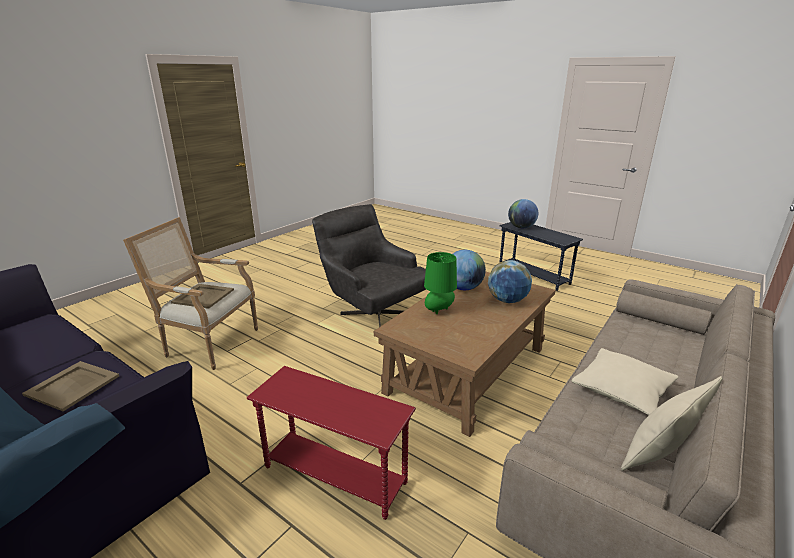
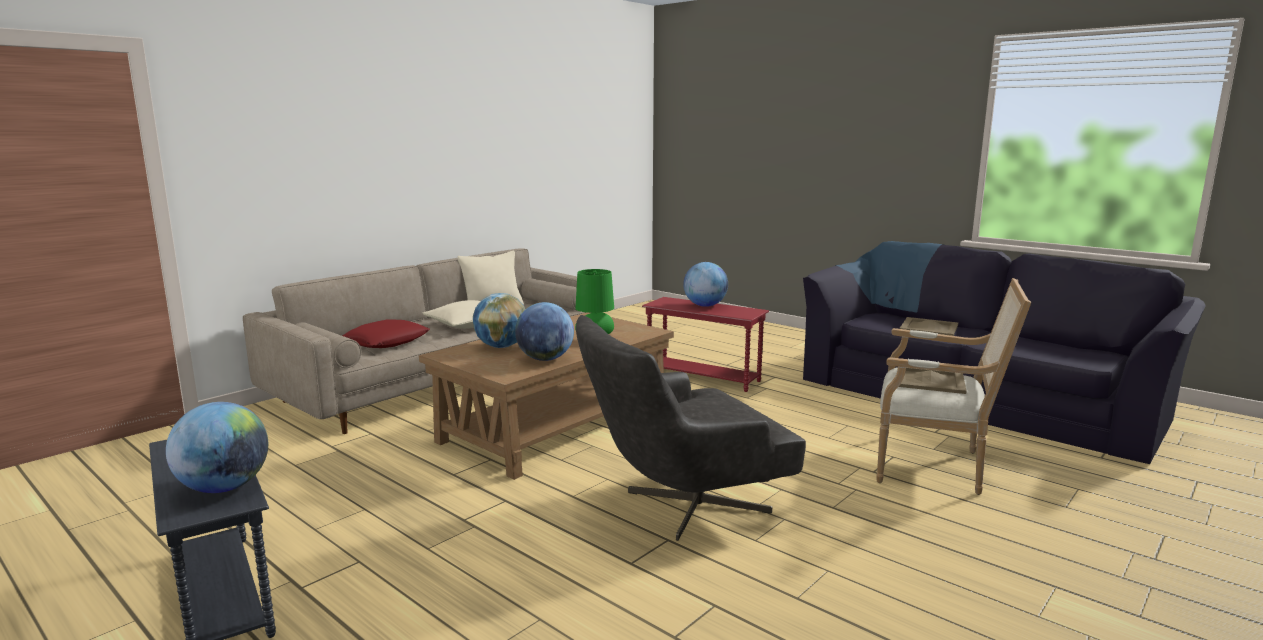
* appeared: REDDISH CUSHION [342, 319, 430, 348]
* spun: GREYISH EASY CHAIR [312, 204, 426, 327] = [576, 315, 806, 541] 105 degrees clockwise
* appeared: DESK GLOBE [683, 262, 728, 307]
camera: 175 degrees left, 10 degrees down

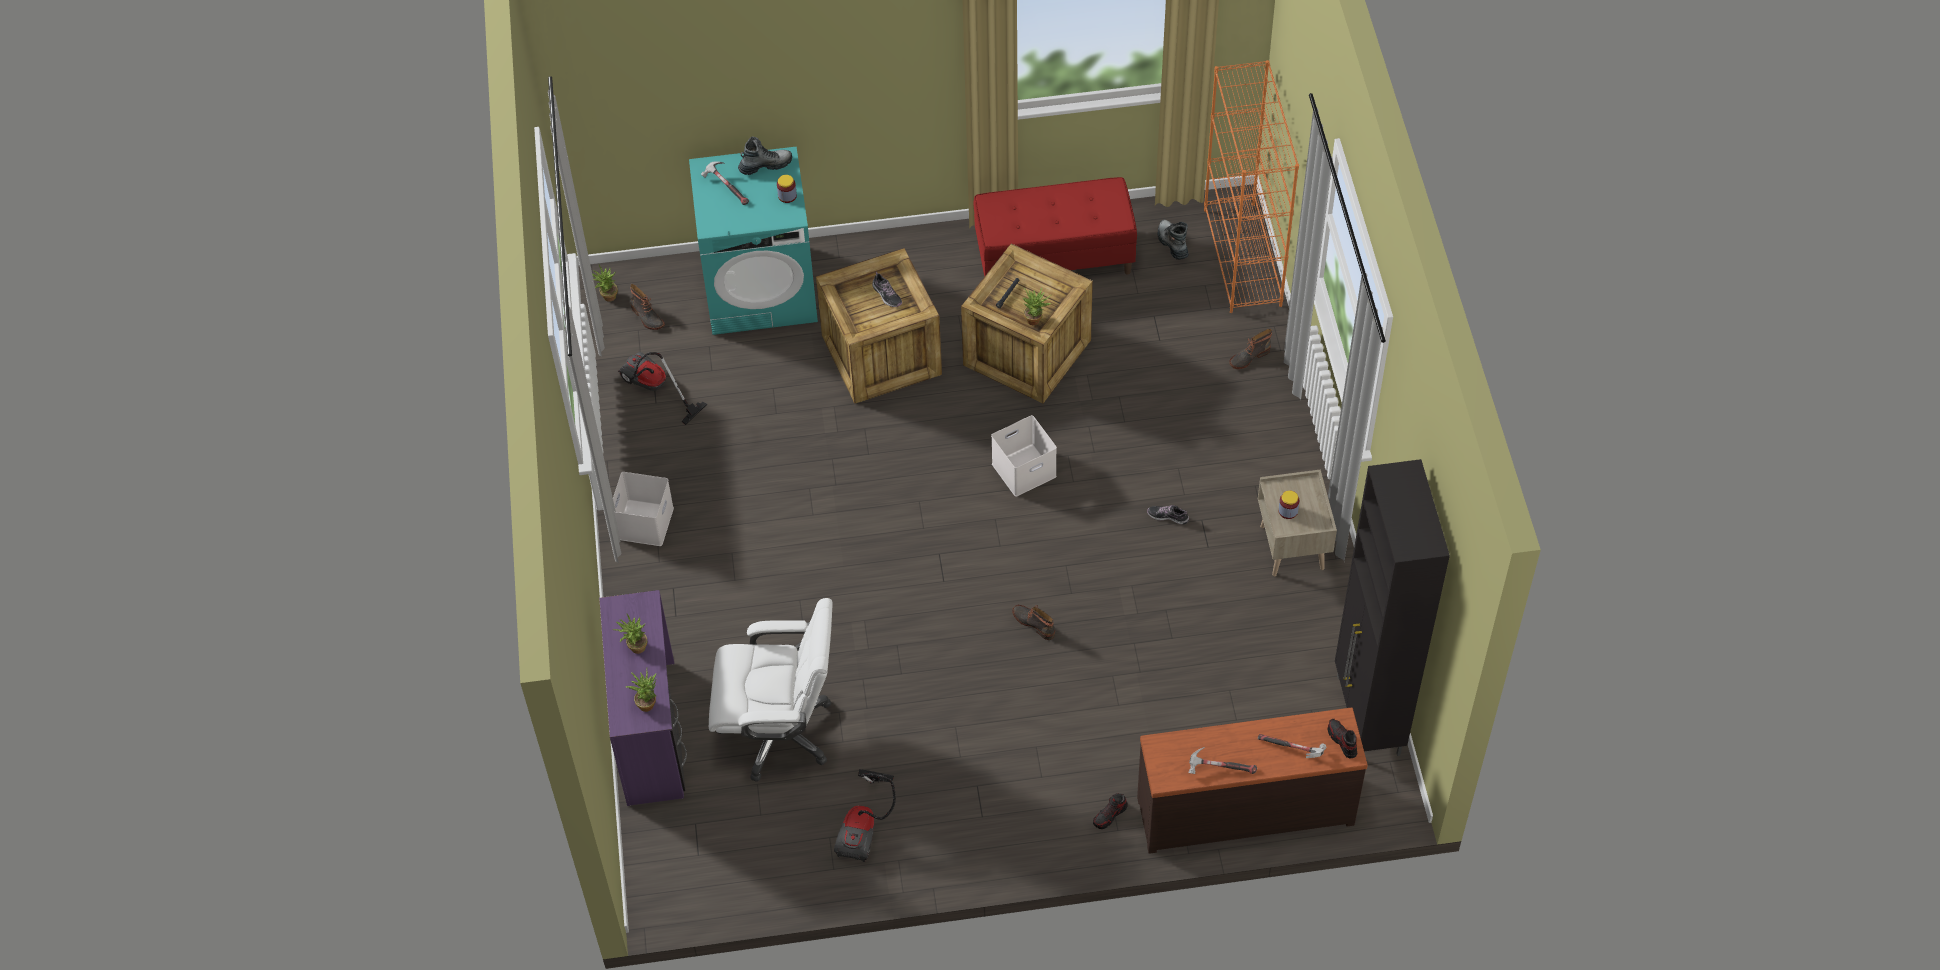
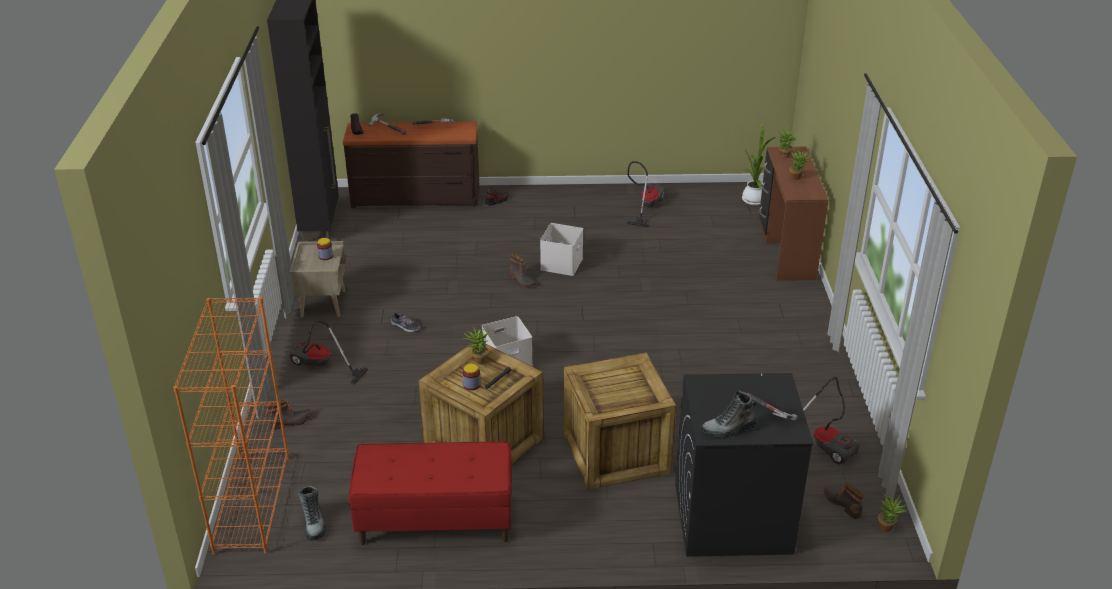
* appeared: HOOVER [289, 320, 368, 385]
* relocated: PRESERVE JAR [777, 175, 797, 203] to [463, 363, 481, 390]
* relocated: WHITE-COLOURED STORAGE BOX [613, 472, 674, 546] to [540, 223, 583, 276]
* colour: TURQUOISE-COLOURED WASHING MACHINE [689, 146, 818, 335] to BLACKISH WASHING MACHINE [675, 373, 813, 557]
* appeared: HOUSEPLANT [742, 122, 776, 205]
* colour: PURPLISH DESK UNIT [599, 590, 687, 806] to BROWNISH DESK UNIT [759, 147, 829, 281]
* missing: WHITE-COLOURED DESK CHAIR [709, 598, 833, 782]
* missing: SHOE [872, 272, 902, 307]
camera: 175 degrees left, 20 degrees down

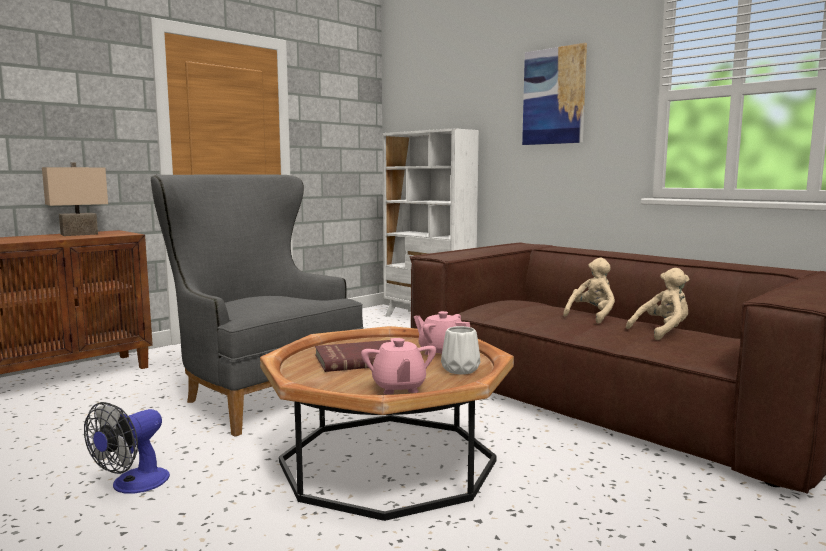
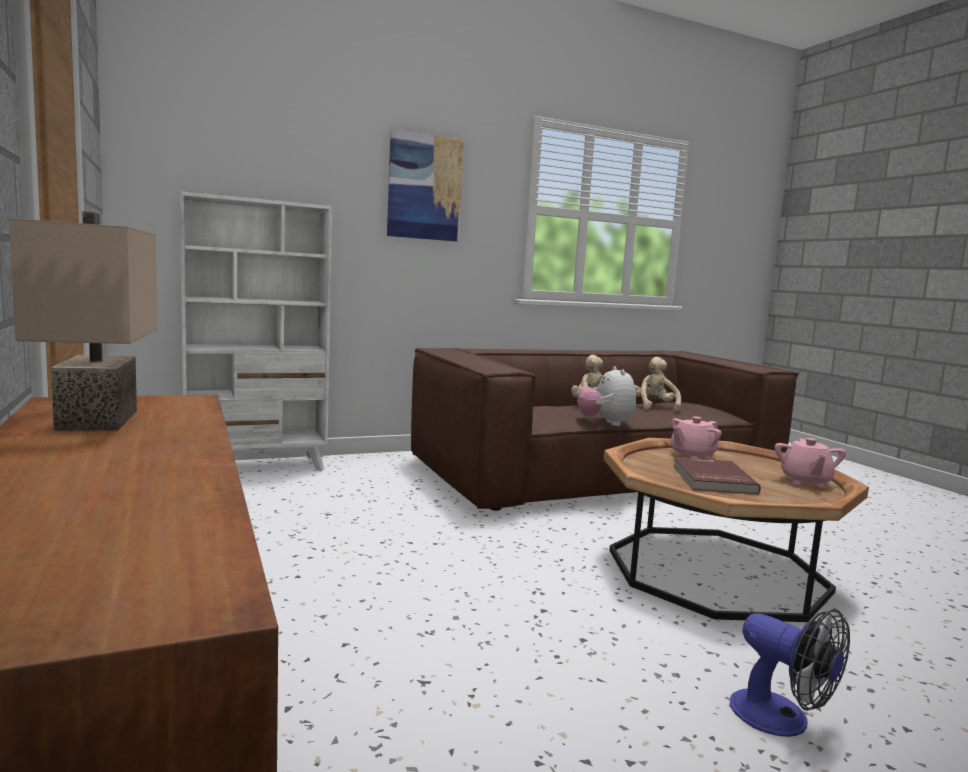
* appeared: SOFT TOY [577, 366, 636, 426]
* spun: PINK-COLOURED POT FOR TEA [361, 338, 436, 395] = [775, 438, 846, 488] 90 degrees clockwise
* missing: GREYISH EASY CHAIR [151, 175, 364, 437]
* missing: WHITE-COLOURED DECORATIVE VASE [441, 326, 480, 375]
camera: 70 degrees left, 0 degrees up

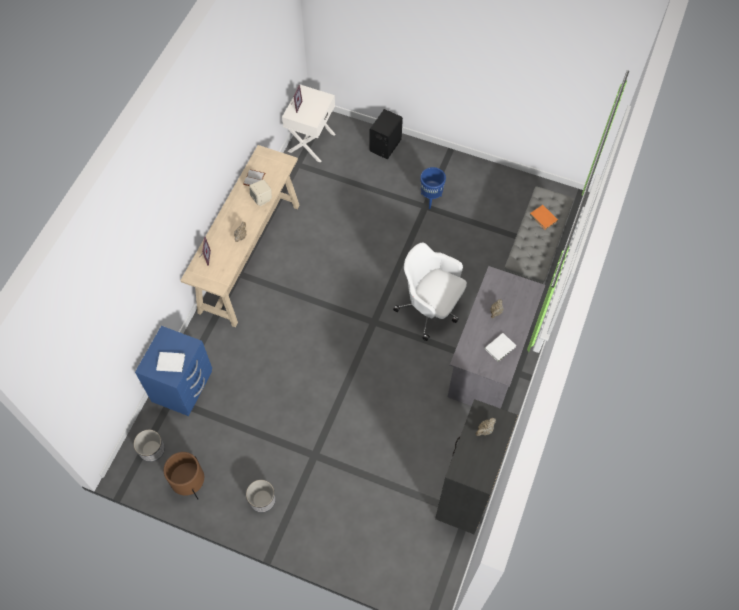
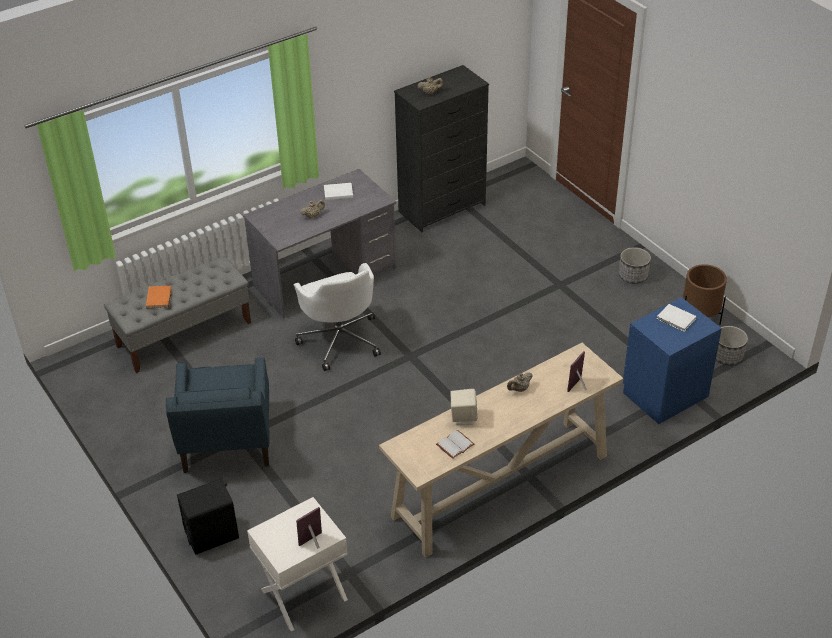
* exchanged: BLUISH PLANTER [420, 167, 446, 209] to BLUISH EASY CHAIR [166, 357, 270, 473]
camera: 145 degrees left, 20 degrees down

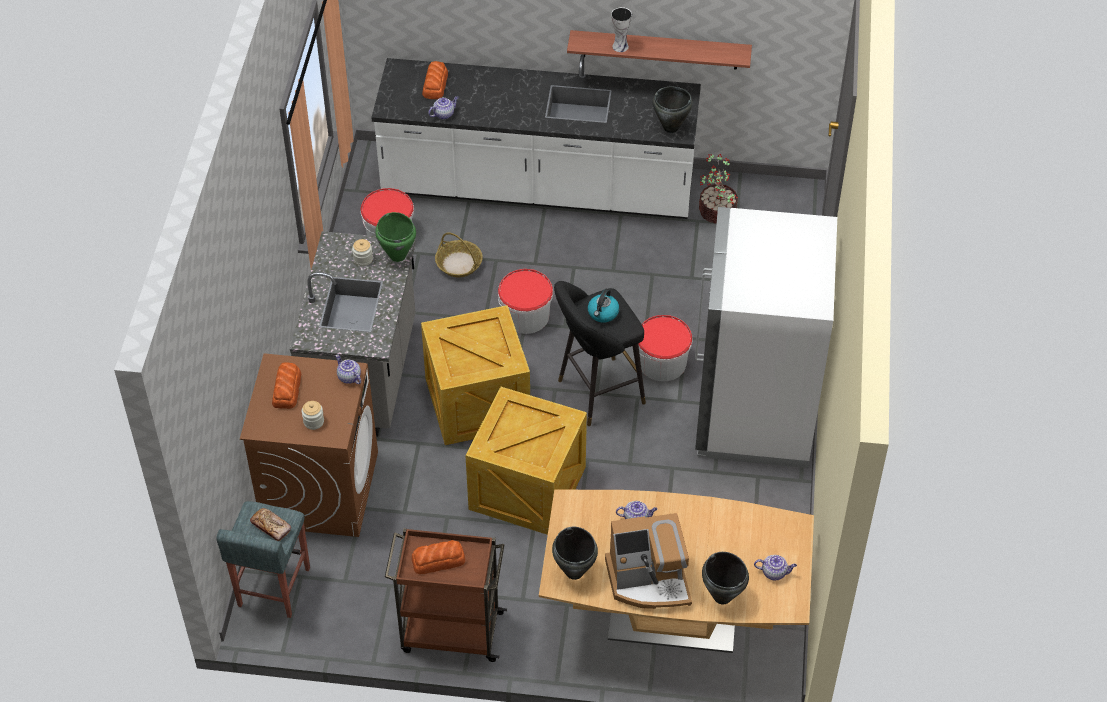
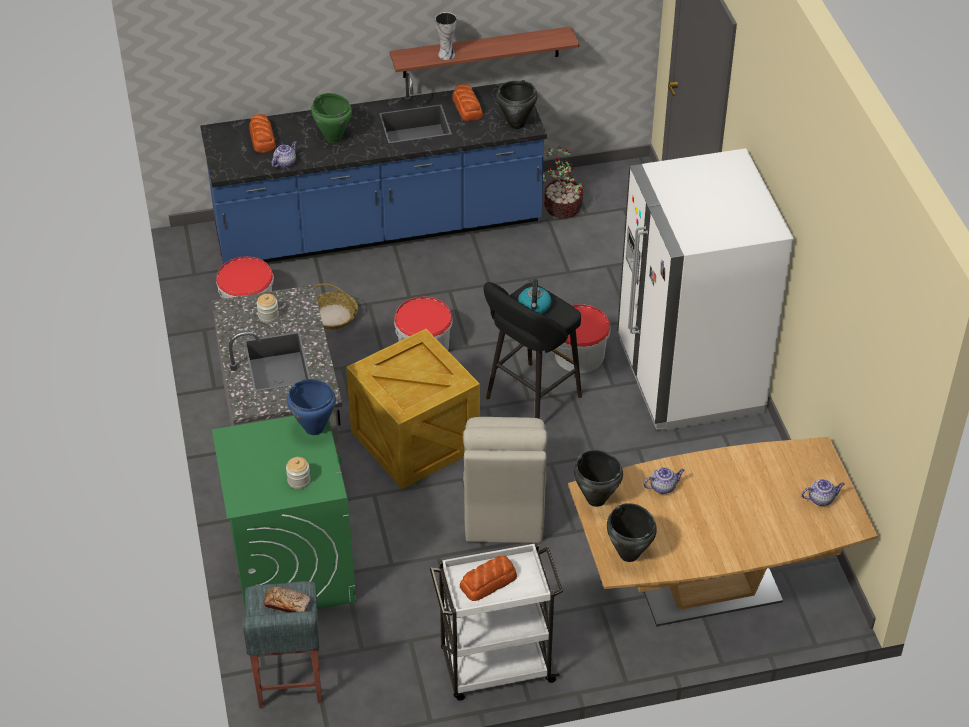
* colour: WHITE-COLOURED COUNTER [371, 54, 701, 219] to BLUISH COUNTER [200, 73, 547, 264]
* colour: BROWNISH WASHING MACHINE [240, 353, 378, 537] to GREENISH WASHING MACHINE [212, 416, 356, 609]
* exchanged: POT FOR TEA [335, 354, 361, 384] to BLUISH STOCKPOT [287, 379, 336, 435]
* relocated: GREENISH STOCKPOT [375, 212, 416, 262] to [311, 93, 352, 143]
* colour: BROWNISH TROLLEY [385, 528, 507, 662] to WHITE-COLOURED TROLLEY [430, 543, 563, 701]
* relocated: BAKERY BREAD [272, 362, 301, 409] to [452, 84, 483, 121]
* exchanged: CRATE [465, 387, 587, 535] to BEIGE UPRIGHT CHAIR [463, 417, 547, 543]
* relocated: BLACKISH STOCKPOT [702, 552, 749, 604] to [574, 450, 623, 507]
* missing: COFFEE MAKER [605, 513, 692, 609]
camera: 20 degrees left, 5 degrees down

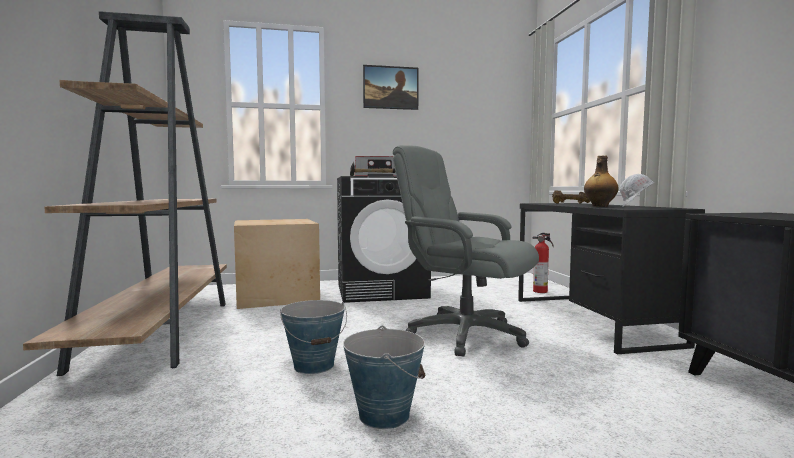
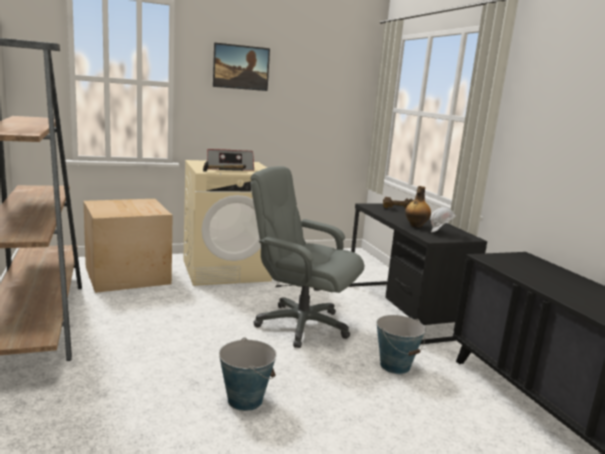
* colour: BLACKISH WASHING MACHINE [337, 176, 431, 303] to BEIGE WASHING MACHINE [183, 160, 272, 286]
* relocated: BUCKET [280, 300, 347, 374] to [376, 315, 426, 374]
* missing: EXTINGUISHER [533, 233, 554, 293]
camera: 10 degrees left, 10 degrees up

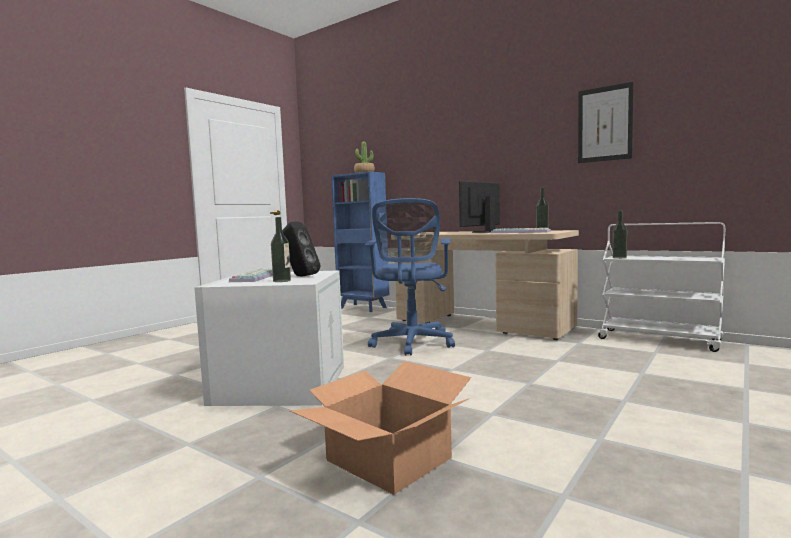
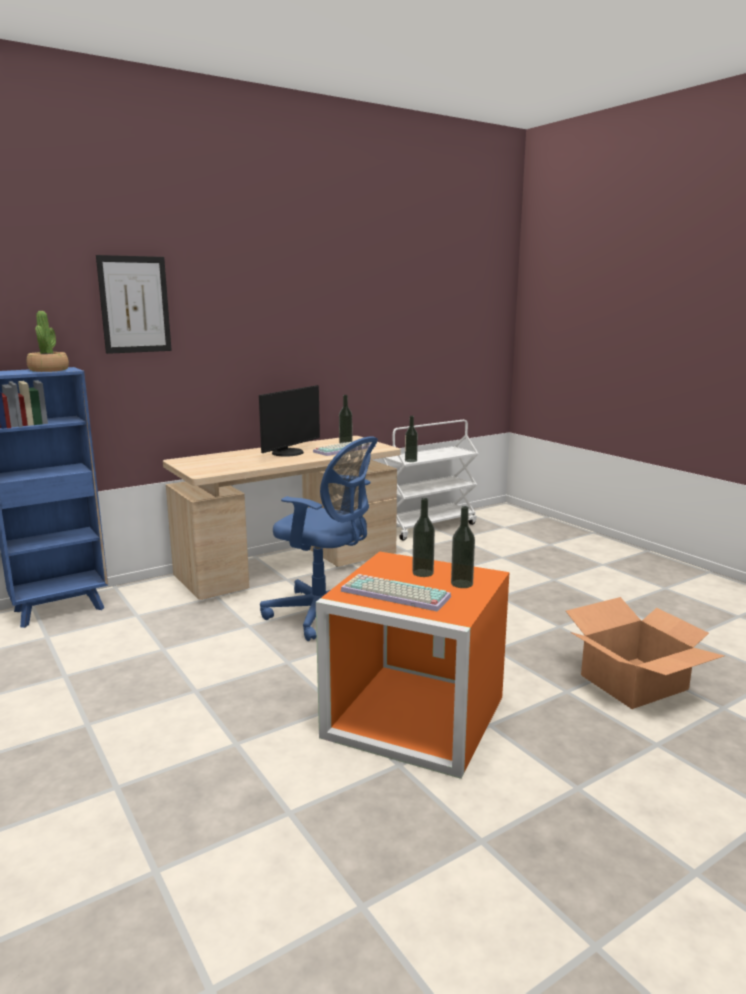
* relocated: PICTURE [578, 82, 634, 163] to [96, 255, 172, 354]
* spun: COMPUTER DISPLAY [459, 181, 500, 233] = [259, 385, 320, 457] 120 degrees counterclockwise
* colour: WHITE-COLOURED STORAGE BOX [194, 270, 344, 406] to ORANGEY STORAGE BOX [316, 551, 510, 779]
* exchanged: BLACKISH SPEAKER [282, 222, 320, 277] to DRINK BOTTLE [412, 498, 435, 577]
camera: 70 degrees left, 10 degrees up

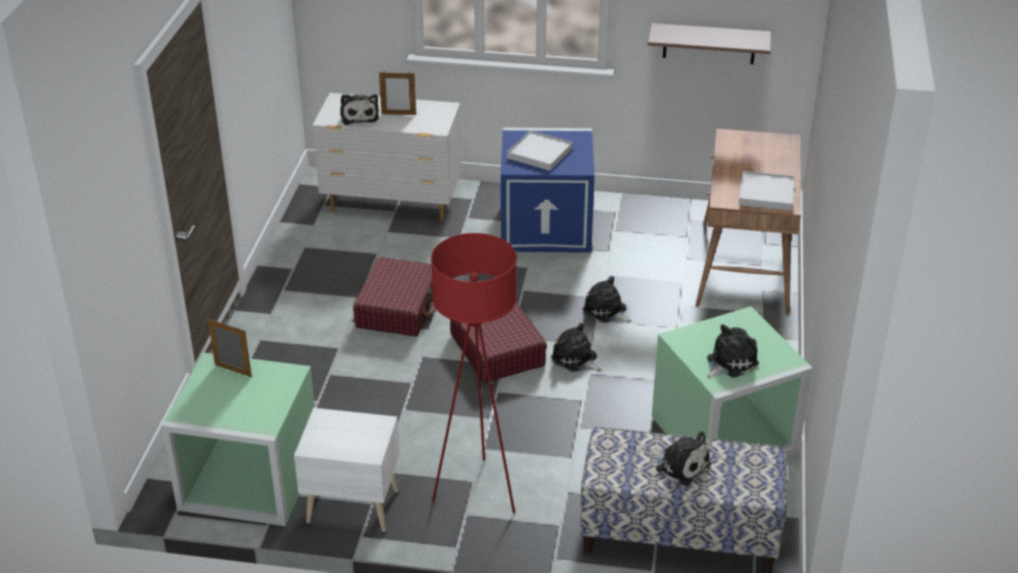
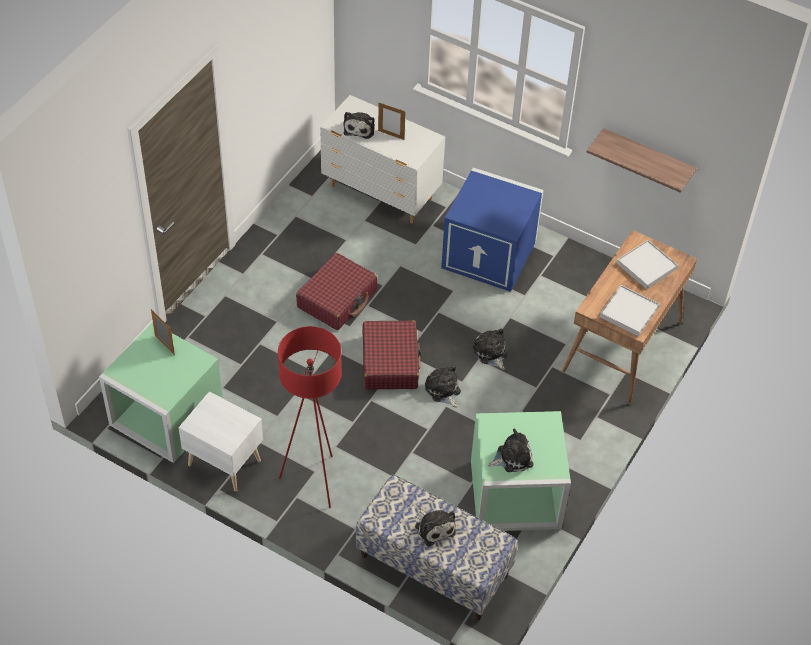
* relocated: WHITE-COLOURED CARRYING TRAY [507, 130, 573, 171] to [617, 240, 678, 289]
camera: 20 degrees right, 15 degrees up

